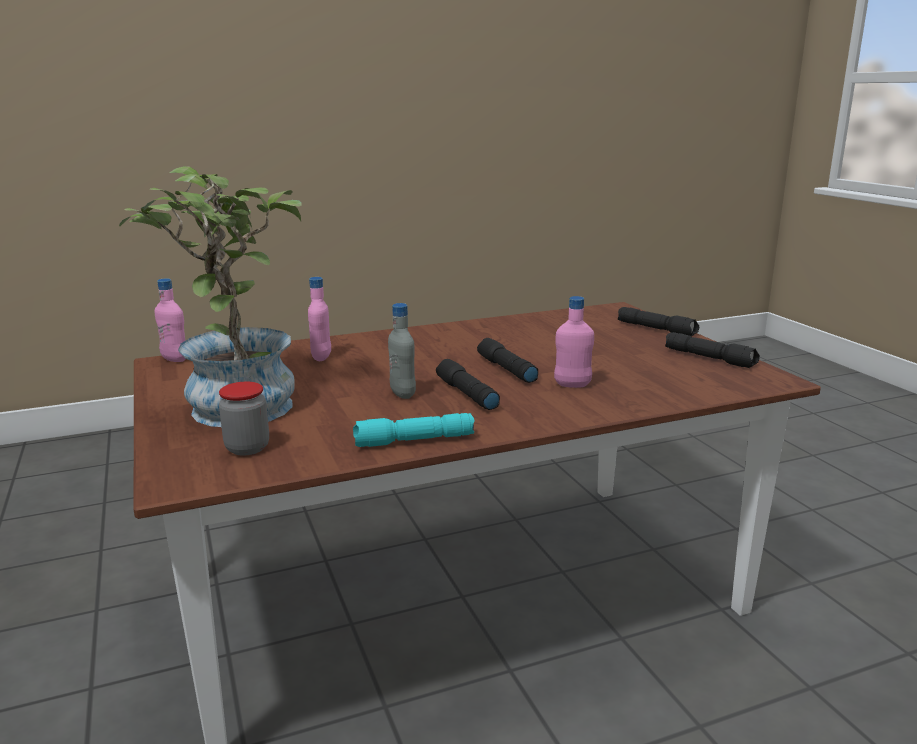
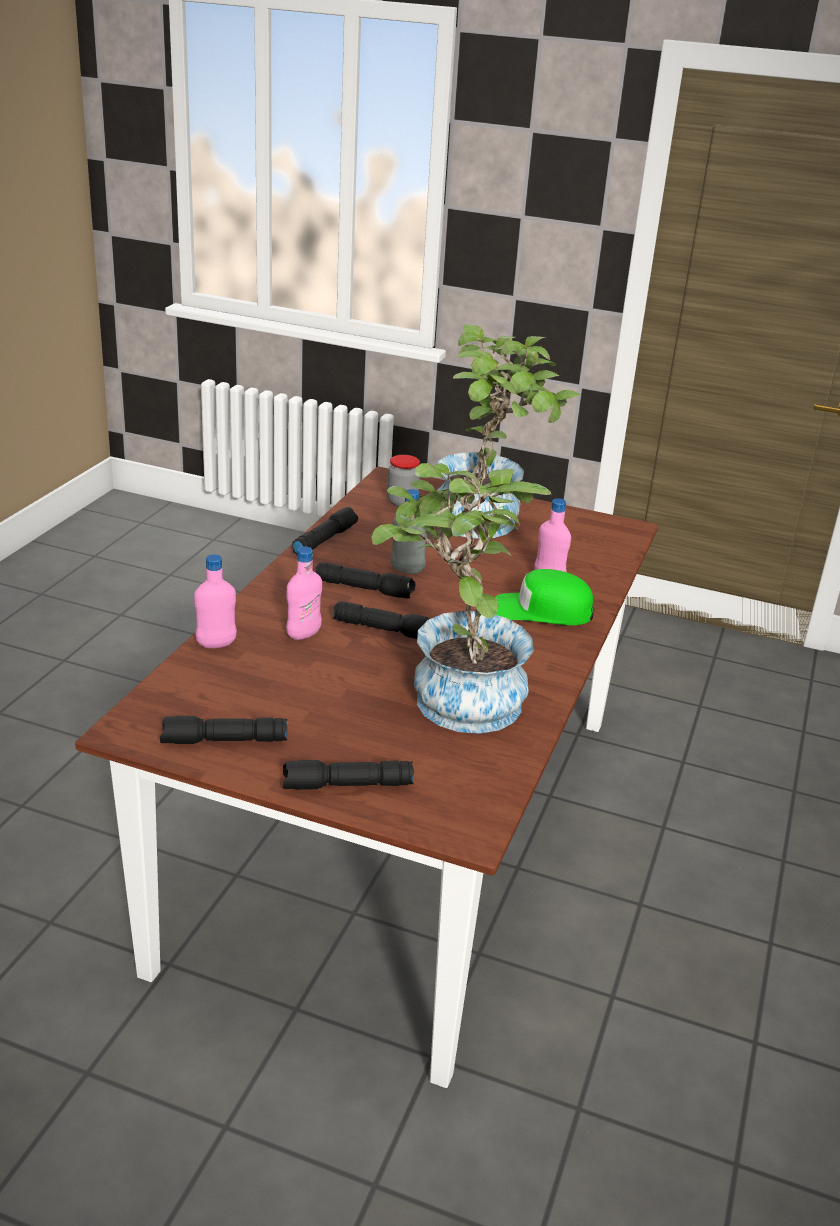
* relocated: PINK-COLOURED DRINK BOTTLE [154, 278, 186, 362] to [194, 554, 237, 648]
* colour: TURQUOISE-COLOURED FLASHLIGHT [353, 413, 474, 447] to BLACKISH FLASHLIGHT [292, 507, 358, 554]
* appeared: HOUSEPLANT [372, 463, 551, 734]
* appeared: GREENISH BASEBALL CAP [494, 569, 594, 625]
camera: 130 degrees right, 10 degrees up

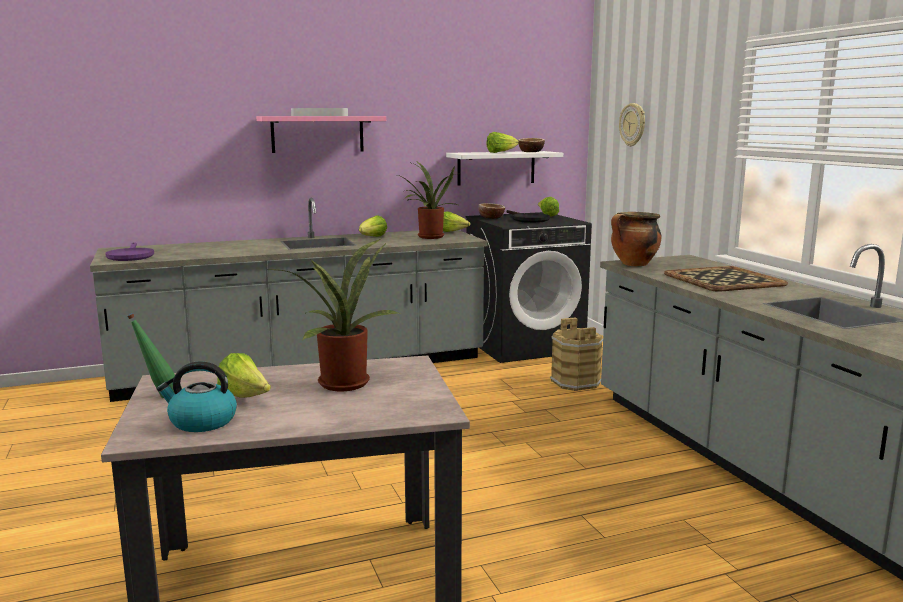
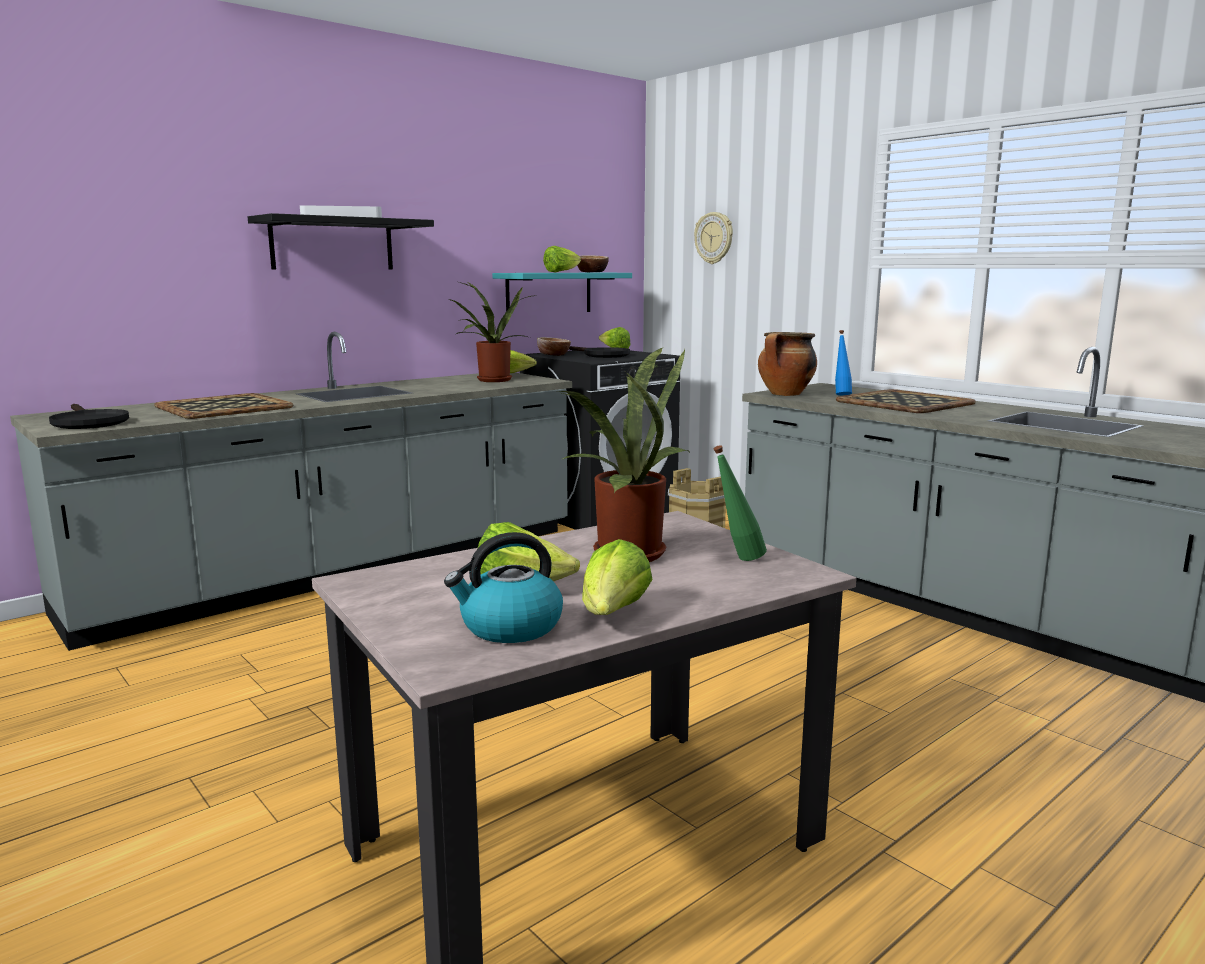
* colour: PURPLISH PAN [105, 242, 154, 261] to BLACKISH PAN [49, 404, 129, 429]
* appeared: CARRYING TRAY [154, 393, 293, 419]
* colour: PINK-COLOURED BRACKET SHELF [256, 116, 386, 153] to BLACKISH BRACKET SHELF [248, 213, 434, 270]
* colour: WHITE-COLOURED BRACKET SHELF [446, 151, 563, 185] to TURQUOISE-COLOURED BRACKET SHELF [492, 273, 632, 312]
* relocated: LETTUCE [359, 215, 387, 237] to [582, 539, 653, 615]
* relocated: GREENISH DRINK BOTTLE [127, 314, 182, 398] to [713, 445, 767, 561]
* appeared: BLUISH DRINK BOTTLE [835, 330, 852, 395]
camera: 20 degrees left, 0 degrees up

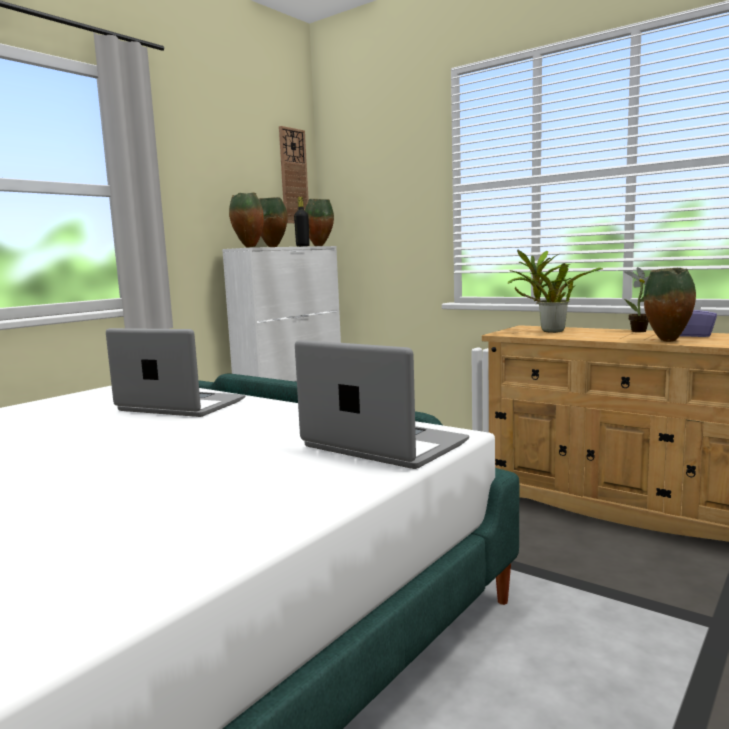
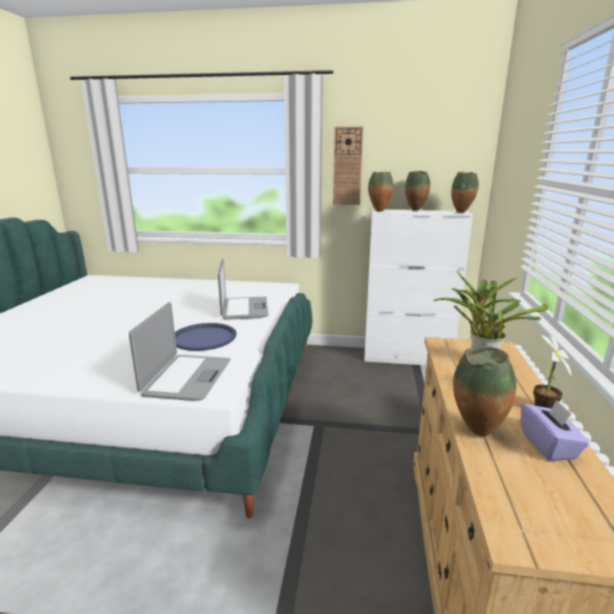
* appeared: BLUISH CARRYING TRAY [175, 323, 237, 351]
* relocated: WALL CLOCK [279, 126, 309, 223] to [333, 126, 363, 205]
* missing: BLACKISH DRINK BOTTLE [294, 197, 310, 247]
camera: 60 degrees right, 10 degrees up

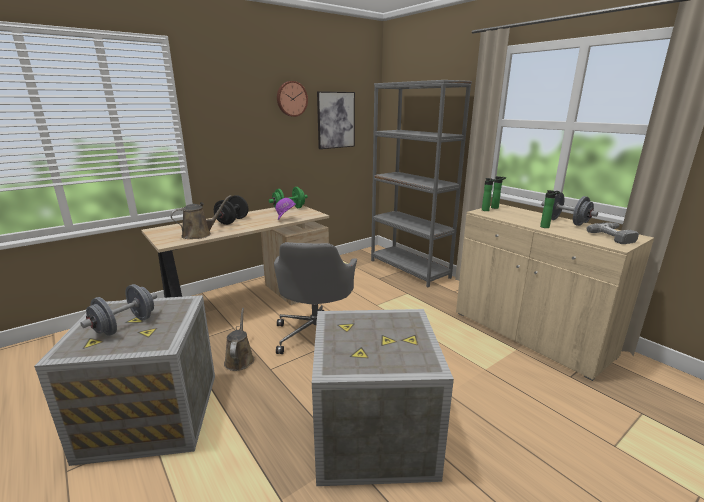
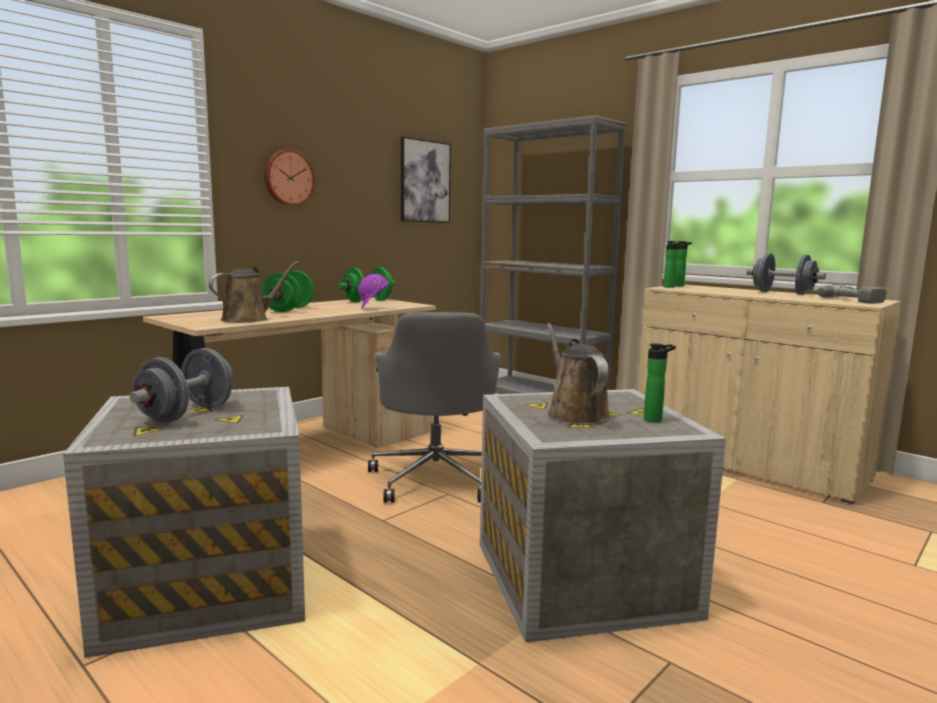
* colour: BLACKISH FREE WEIGHT [214, 195, 248, 225] to GREENISH FREE WEIGHT [262, 270, 314, 312]
* relocated: WALL CLOCK [277, 81, 308, 117] to [264, 149, 316, 206]
* relocated: BROWNISH WATERING CAN [224, 308, 255, 371] to [547, 323, 610, 425]
* relocated: DRINK BOTTLE [540, 190, 560, 228] to [644, 343, 676, 423]
camera: 10 degrees left, 10 degrees down

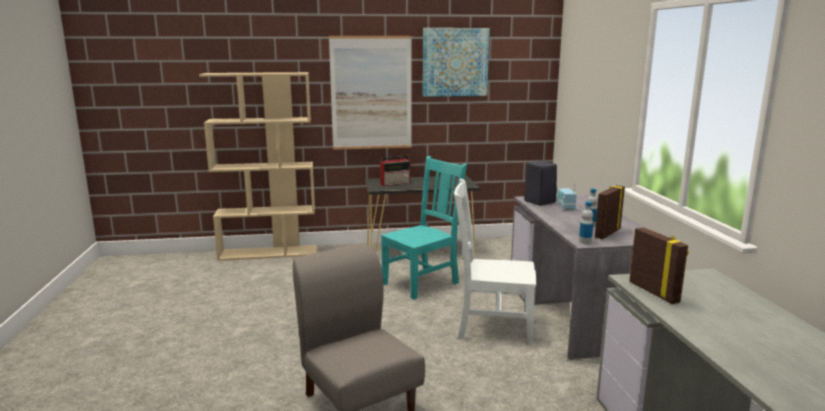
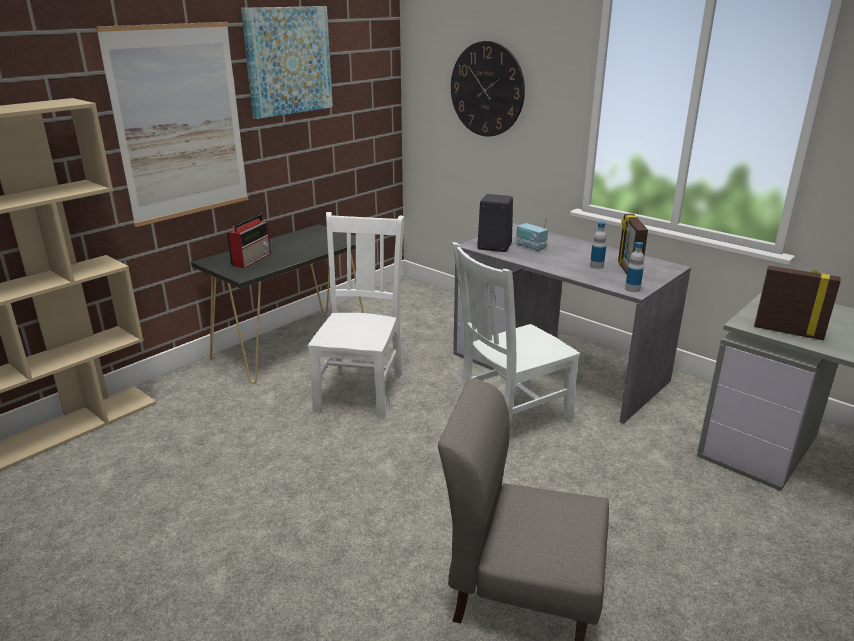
* colour: TURQUOISE-COLOURED UPRIGHT CHAIR [381, 156, 467, 300] to WHITE-COLOURED UPRIGHT CHAIR [308, 212, 404, 419]
* appeared: WALL CLOCK [451, 41, 525, 136]
camera: 40 degrees left, 10 degrees up

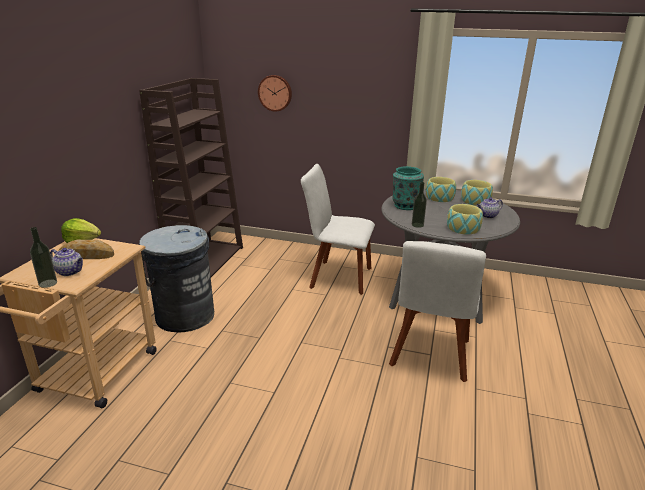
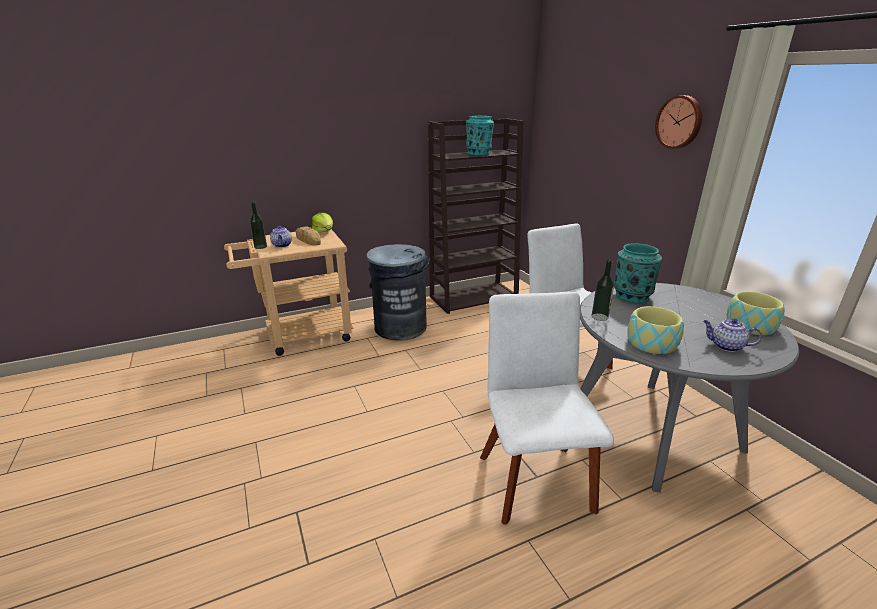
* appeared: TURQUOISE-COLOURED DECORATIVE VASE [466, 116, 494, 155]
* spun: WHITE-COLOURED UPRIGHT CHAIR [389, 241, 486, 382] = [480, 292, 614, 525] 105 degrees clockwise
* relocated: WALL CLOCK [258, 75, 292, 112] to [655, 95, 702, 149]
* missing: BOWL [426, 177, 456, 202]
camera: 50 degrees right, 0 degrees up

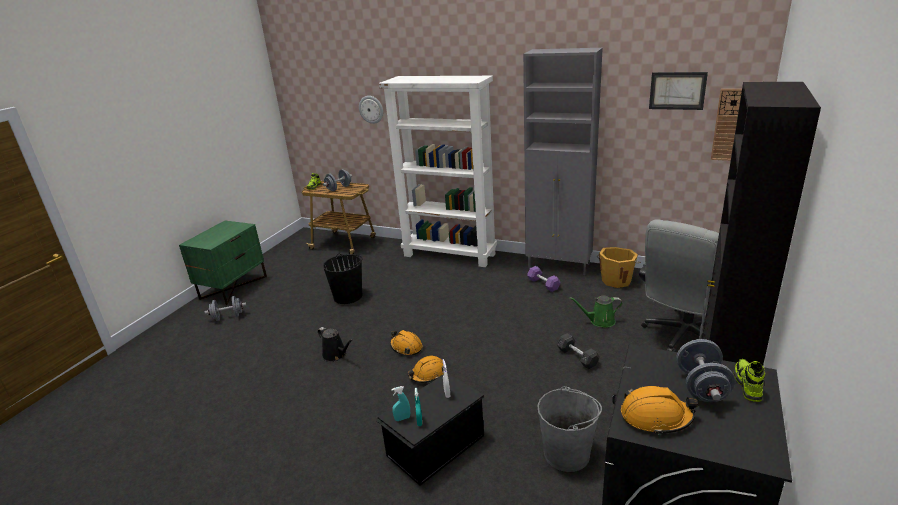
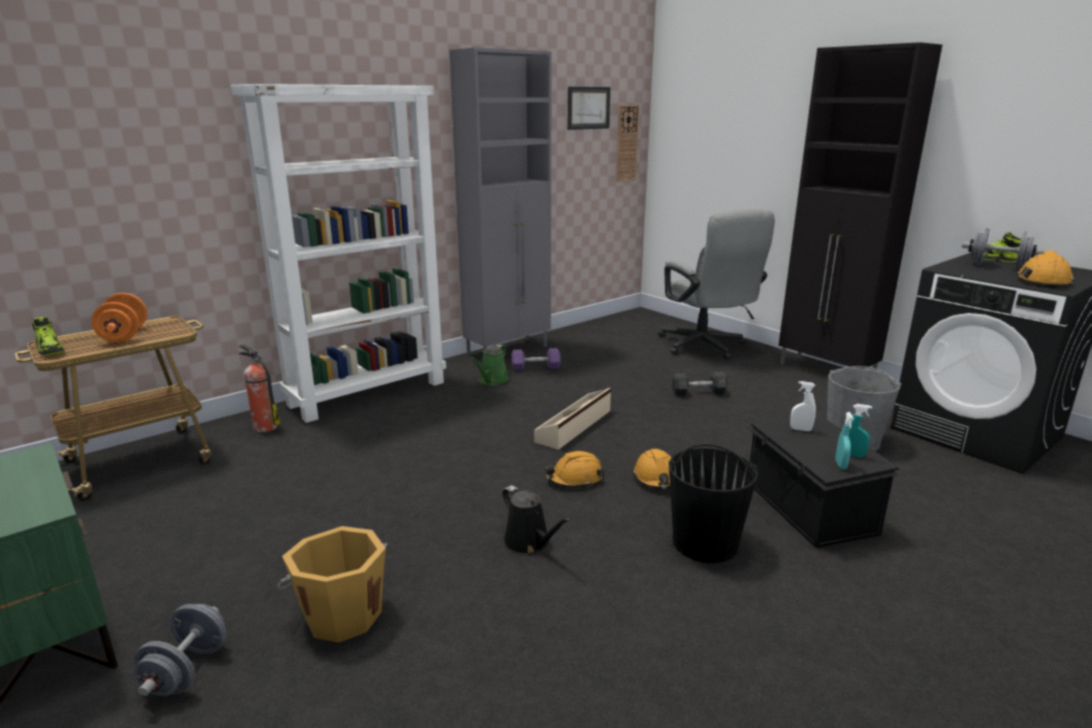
* colour: GREYISH FREE WEIGHT [323, 169, 352, 191] to ORANGEY FREE WEIGHT [91, 293, 147, 342]
* appeared: EXTINGUISHER [239, 344, 281, 432]
* relocated: ORANGEY BUCKET [597, 247, 641, 288] to [277, 526, 388, 643]
* relocated: GREENISH WATERING CAN [570, 296, 623, 328] to [470, 345, 509, 385]
* spun: BLACKISH WATERING CAN [317, 327, 353, 362] = [502, 485, 570, 555] 75 degrees clockwise
* appeared: BEIGE STORAGE BOX [534, 388, 611, 450]
* relocated: BLACKISH BUCKET [323, 253, 363, 304] to [669, 444, 758, 563]
* missing: WALL CLOCK [359, 96, 383, 124]
camera: 65 degrees left, 5 degrees down

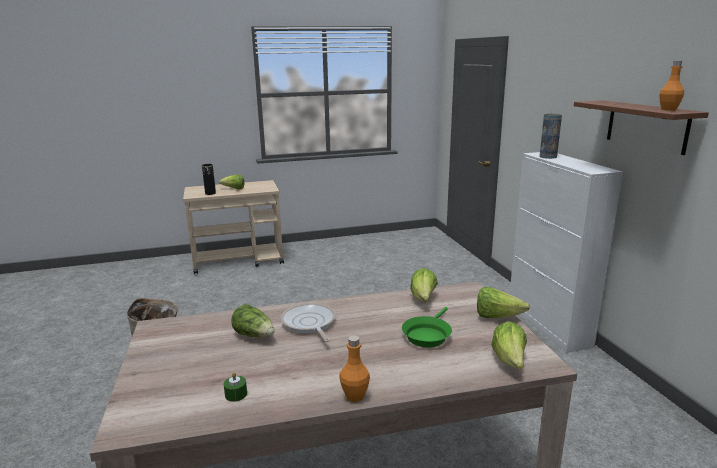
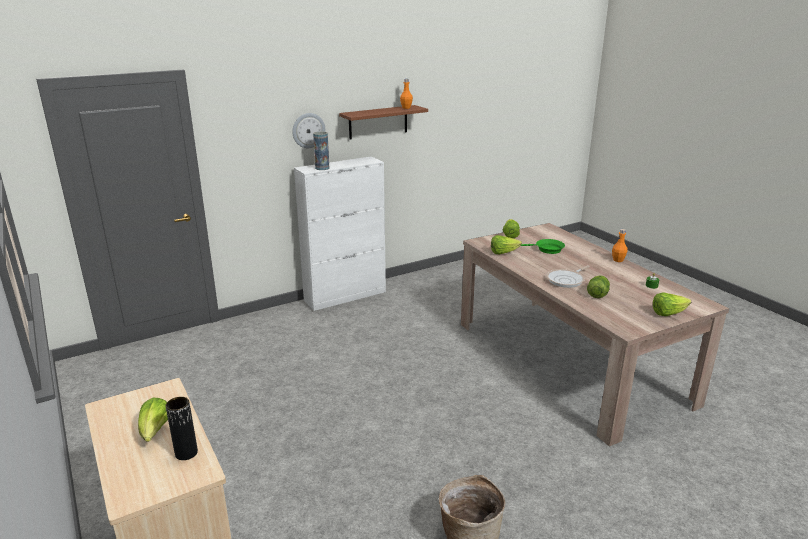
* appeared: WALL CLOCK [292, 113, 325, 148]
* relocated: LETTUCE [491, 321, 527, 369] to [653, 292, 691, 316]
camera: 105 degrees left, 5 degrees up

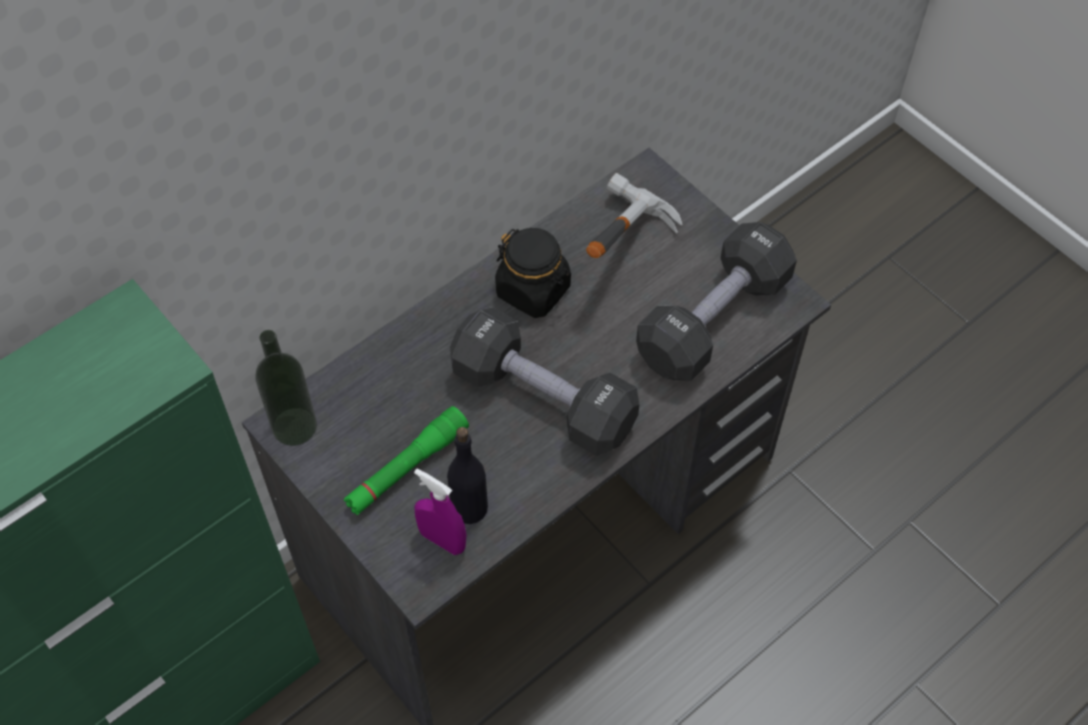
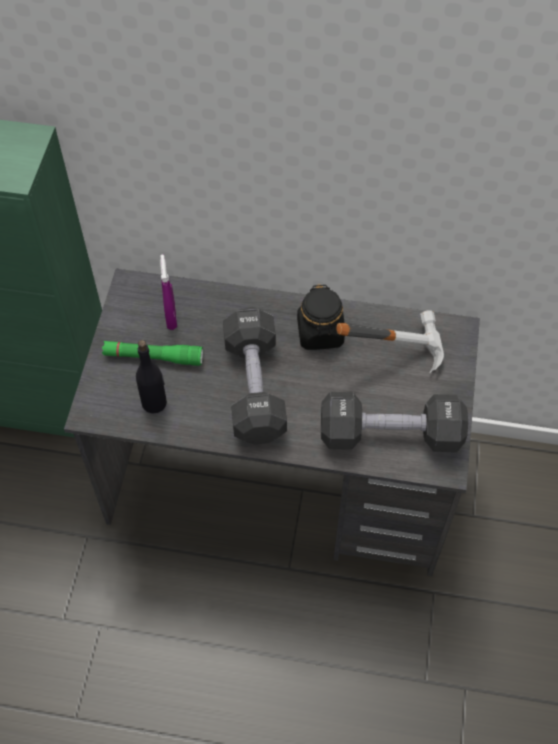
* relocated: PURPLISH SPRAY BOTTLE [414, 468, 467, 555] to [160, 255, 177, 330]
* missing: DRINK BOTTLE [255, 330, 317, 446]
camera: 50 degrees right, 0 degrees up

